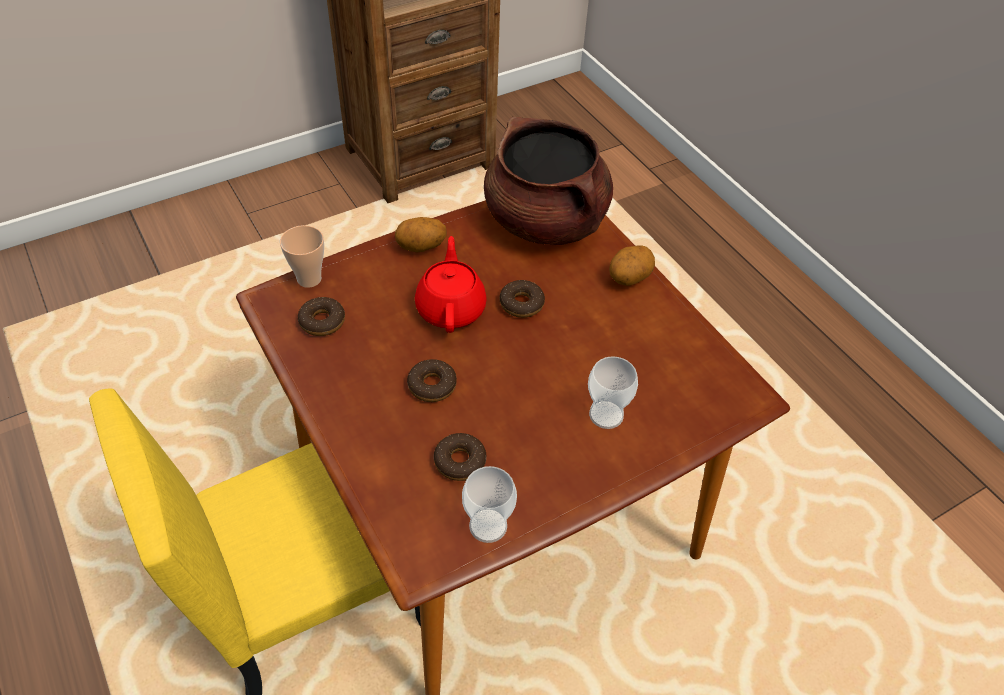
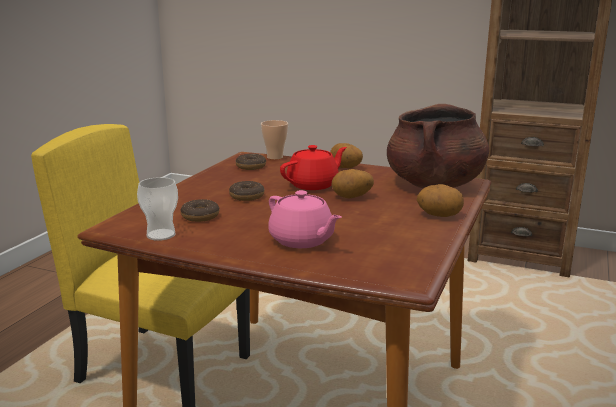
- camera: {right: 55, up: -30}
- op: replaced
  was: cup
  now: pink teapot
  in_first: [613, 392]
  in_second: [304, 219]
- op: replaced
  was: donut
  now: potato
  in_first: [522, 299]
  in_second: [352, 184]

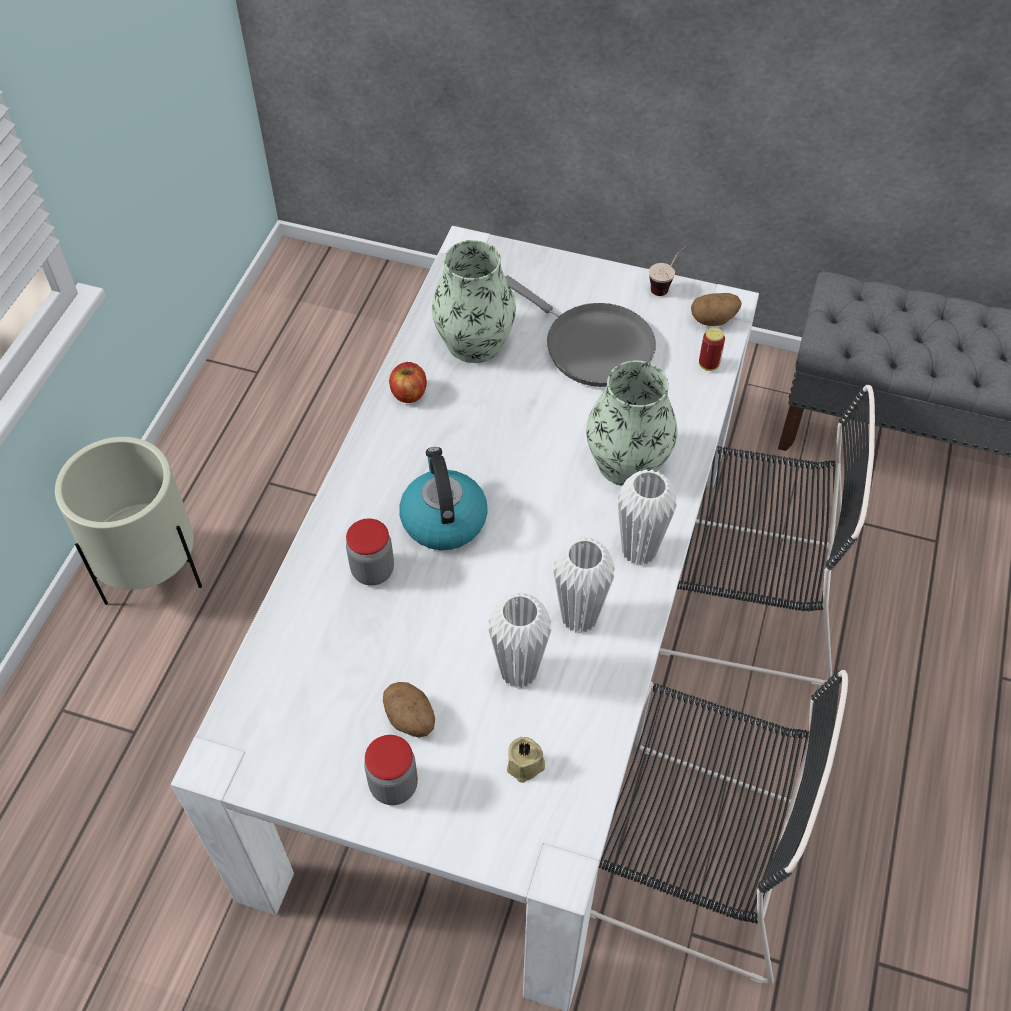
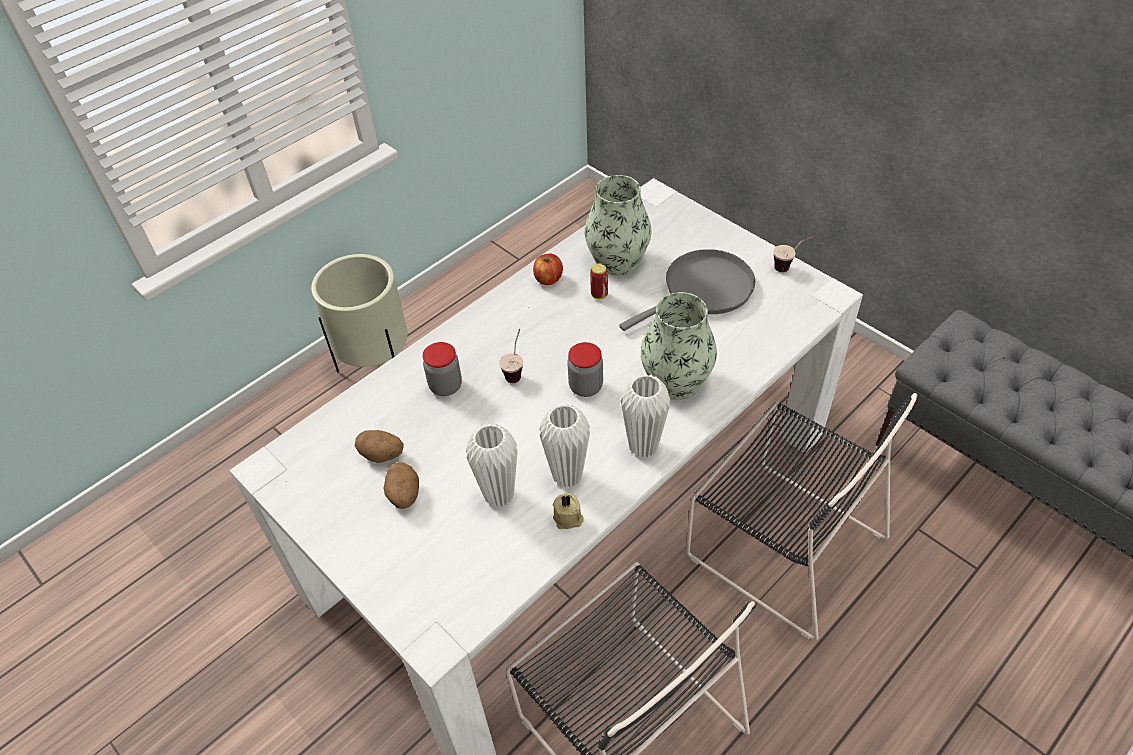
- camera: {right: 30, up: -5}
- op: moved
  was: potato
  in_first: [716, 309]
  in_second: [379, 446]
- op: replaced
  was: kettle
  now: cup
  in_first: [443, 498]
  in_second: [511, 356]
- op: moved
  was: beige candle
  in_first: [526, 760]
  in_second: [568, 511]
- op: moved
  was: jar
  in_first: [391, 770]
  in_second: [585, 369]
- op: moved
  was: can
  in_first: [712, 349]
  in_second: [599, 282]
- op: turned
  was: grey frying pan
  in_first: [580, 331]
  in_second: [687, 290]
  clockwise: -105

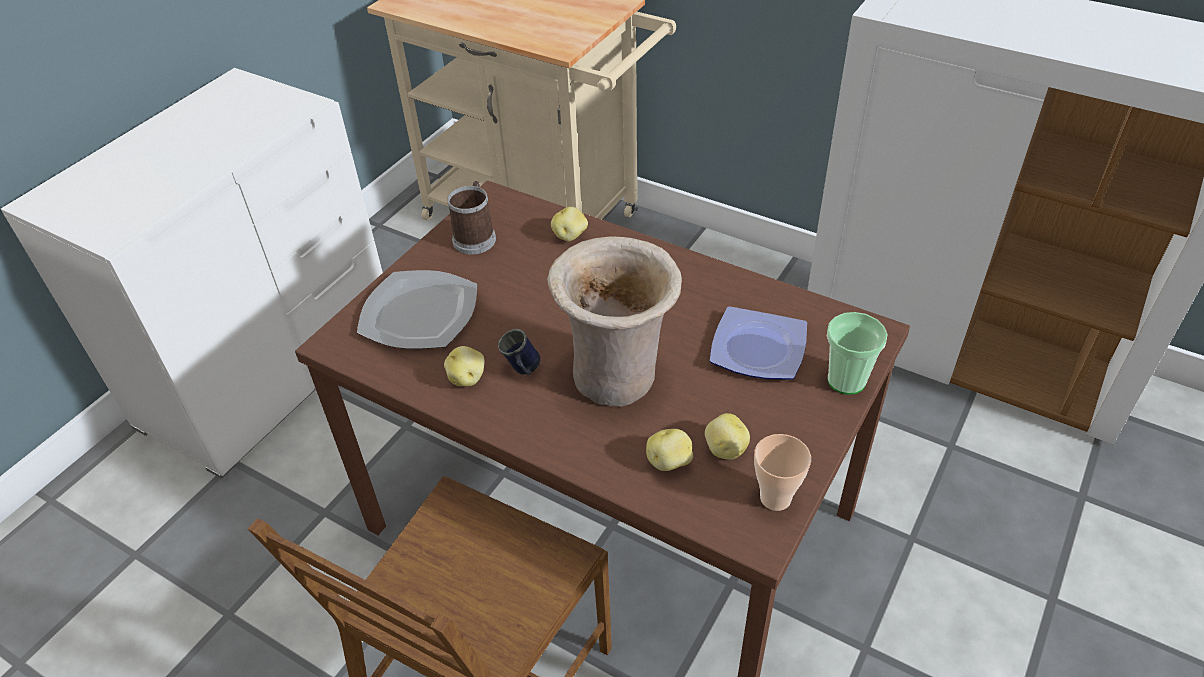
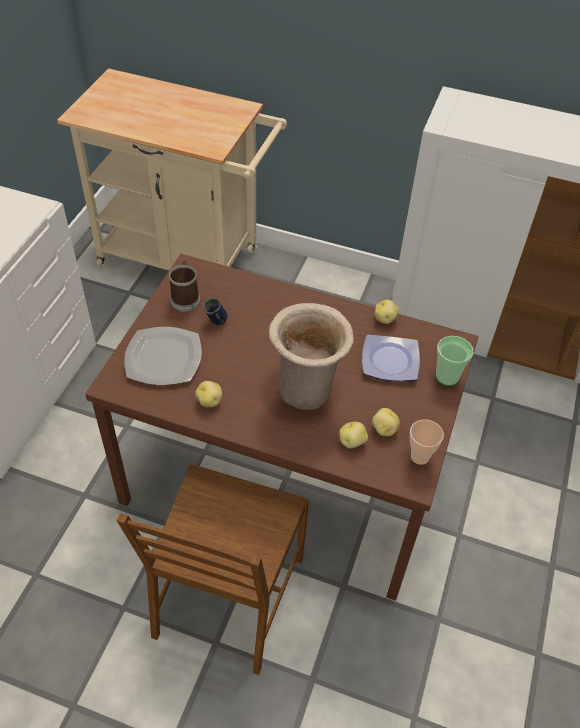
- camera: {right: -15, up: 5}
- op: moved
  was: blue mug
  in_first: [519, 352]
  in_second: [215, 311]
- op: moved
  was: potato
  in_first: [569, 224]
  in_second: [387, 312]

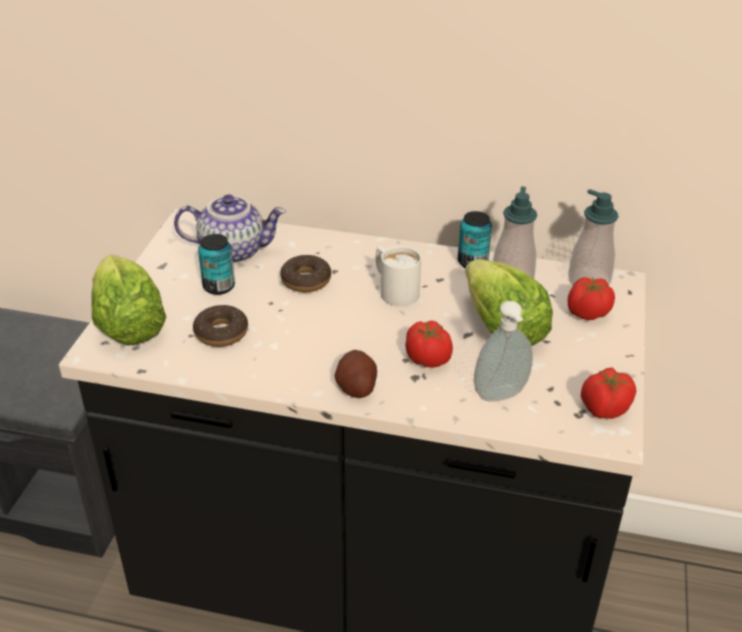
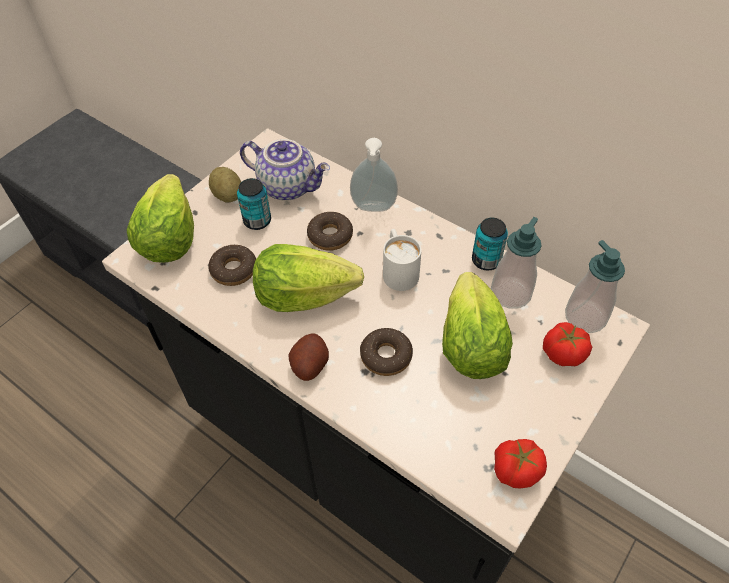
- camera: {right: 25, up: 15}
- op: added
  now: potato
  in_second: [225, 184]
- op: added
  now: lettuce
  in_second: [308, 278]
- op: moved
  was: soap dispenser
  in_first: [503, 351]
  in_second: [374, 175]
- op: replaced
  was: tomato
  now: donut
  in_first: [429, 344]
  in_second: [386, 352]

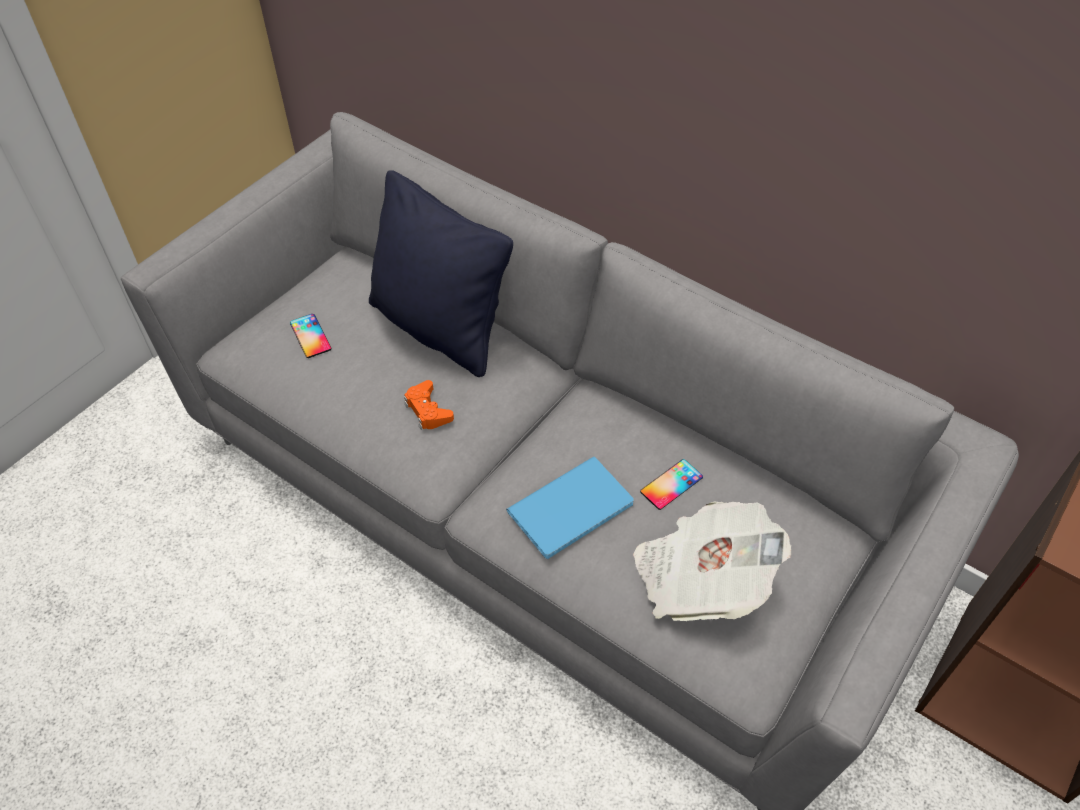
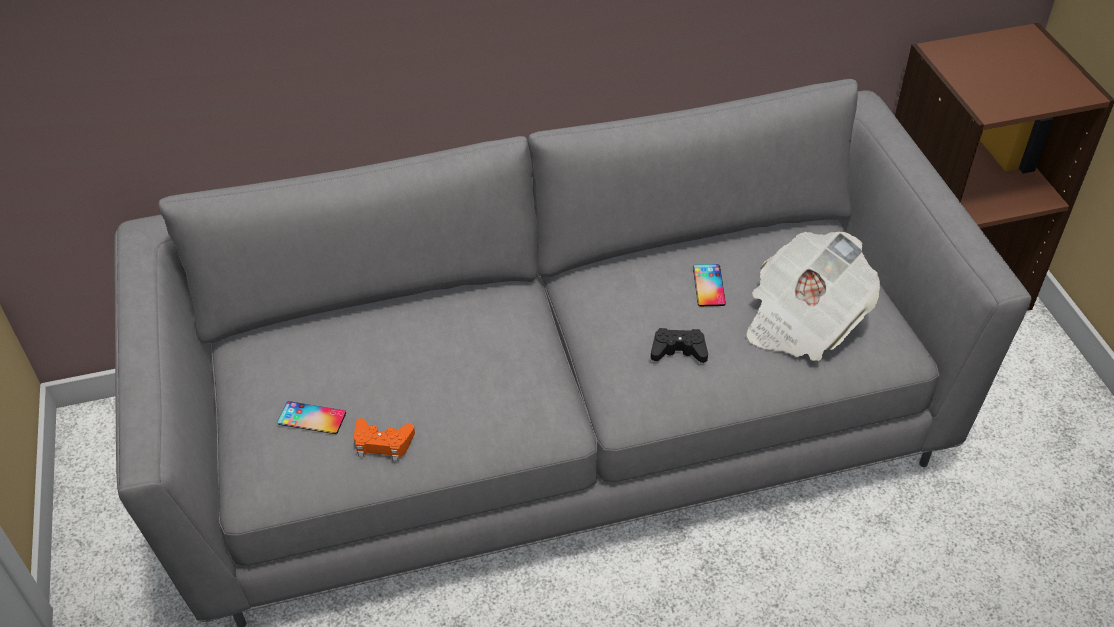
- camera: {right: -50, up: -5}
- op: moved
  was: orange game controller
  in_first: [429, 405]
  in_second: [384, 439]
- op: replaced
  was: blue book
  now: black game controller
  in_first: [570, 508]
  in_second: [679, 345]
- op: removed
  was: black pillow
  in_first: [441, 273]

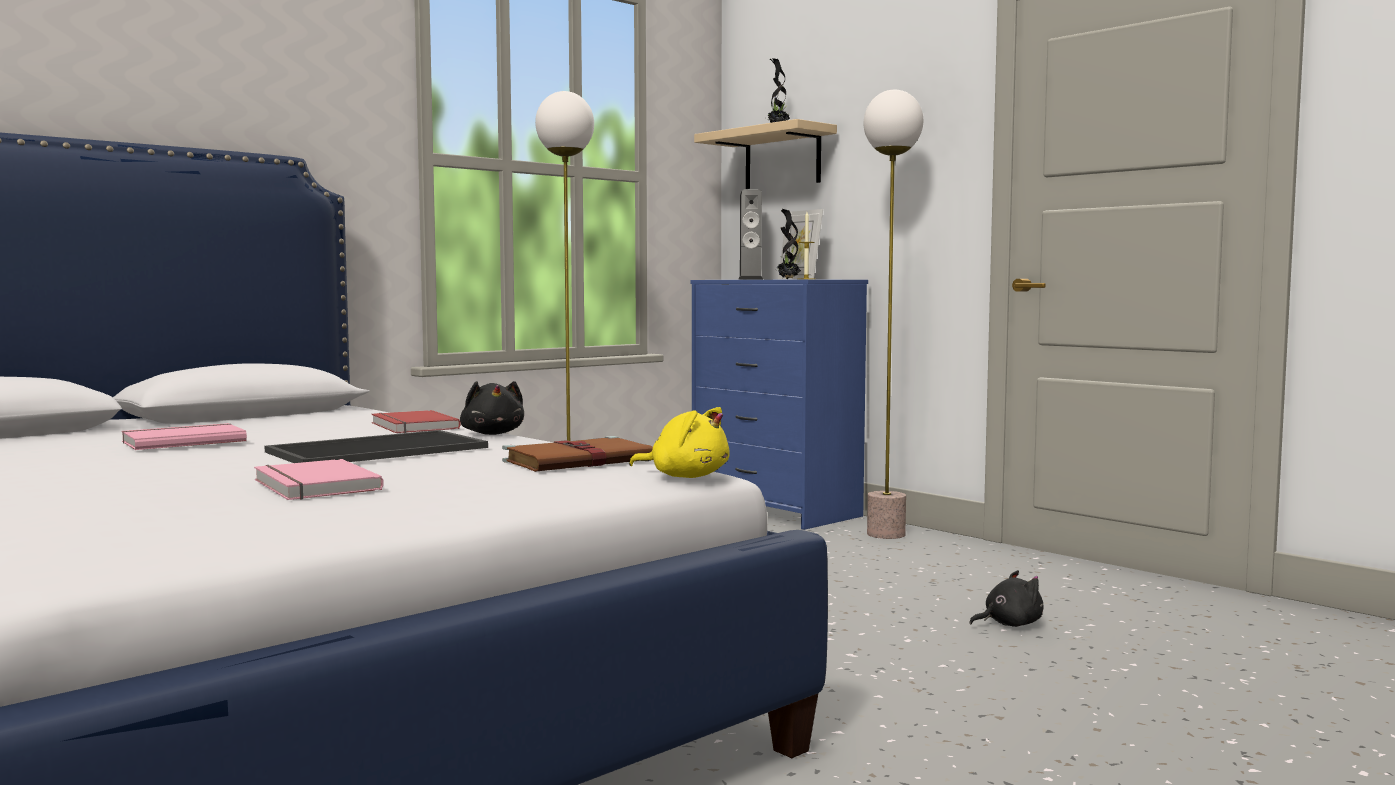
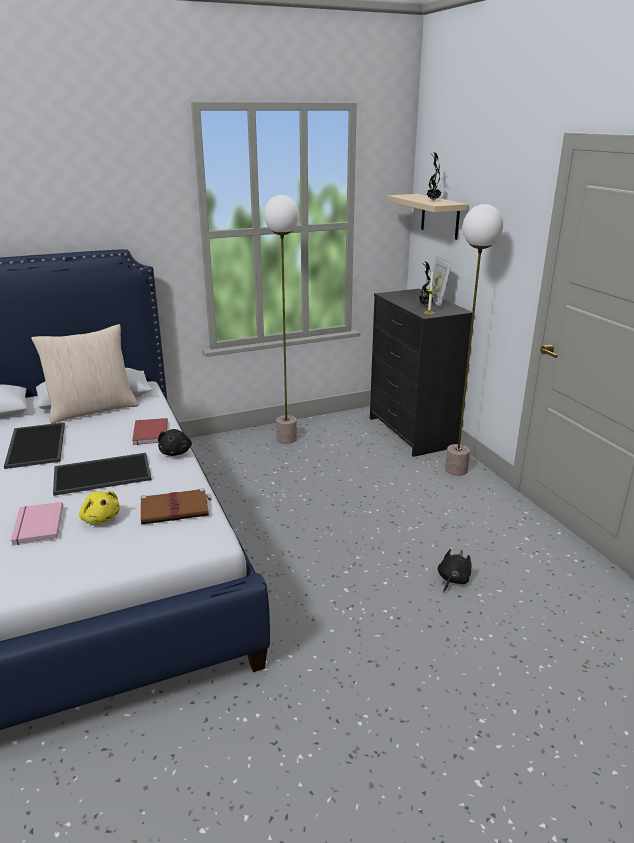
- camera: {right: 20, up: 20}
- op: replaced
  was: pink book
  now: tray
  in_first: [184, 436]
  in_second: [34, 445]
- op: added
  now: beige pillow
  in_second: [85, 374]
- op: moved
  was: yellow plush toy
  in_first: [679, 442]
  in_second: [99, 507]
- op: recoloured
  was: blue dresser
  now: black dresser
  in_first: [779, 404]
  in_second: [421, 373]
- op: turned
  was: black plush toy
  in_first: [1006, 598]
  in_second: [454, 571]
  clockwise: -60
- op: removed
  was: speaker
  in_first: [750, 234]

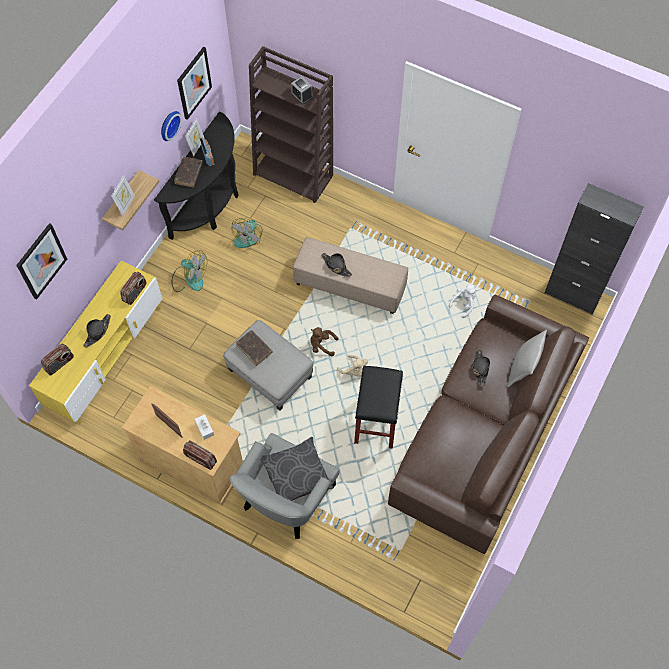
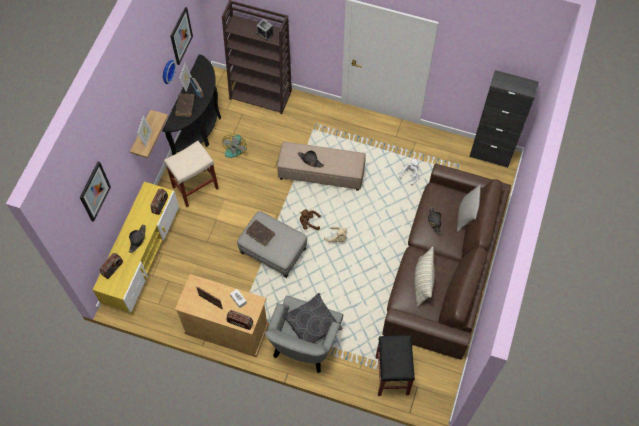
- camera: {right: -10, up: 0}
- op: replaced
  was: fan
  now: beige stool
  in_first: [189, 271]
  in_second: [191, 174]
- op: moved
  was: black stool
  in_first: [378, 407]
  in_second: [395, 365]
- op: added
  now: pillow
  in_second: [424, 277]

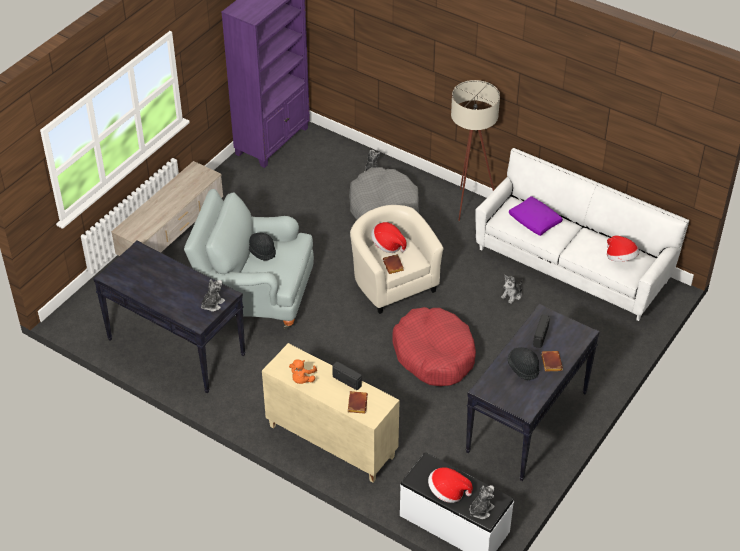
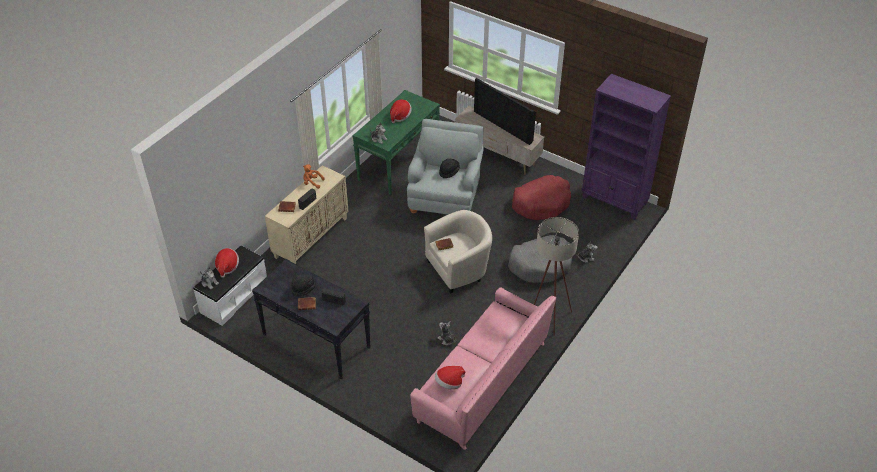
- camera: {right: 90, up: 0}
- op: recoloured
  was: black console table
  now: green console table
  in_first: [170, 317]
  in_second: [396, 142]
- op: moved
  was: hat
  in_first: [389, 237]
  in_second: [401, 111]
- op: recoloured
  was: white sofa
  now: pink sofa
  in_first: [582, 234]
  in_second: [483, 368]
- op: added
  now: television
  in_second: [505, 111]
- op: moved
  was: red dog bed
  in_first: [434, 346]
  in_second: [541, 197]
- op: removed
  was: purple pillow
  in_first: [536, 216]

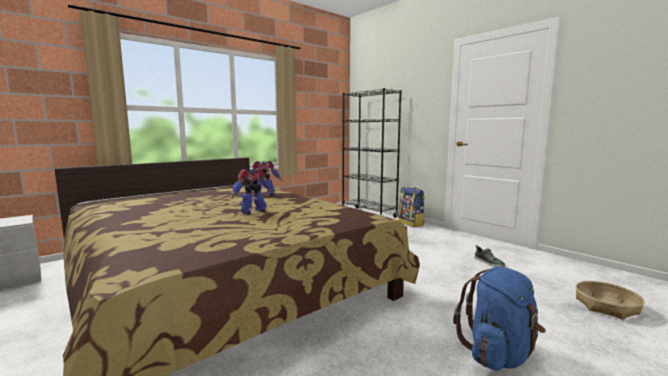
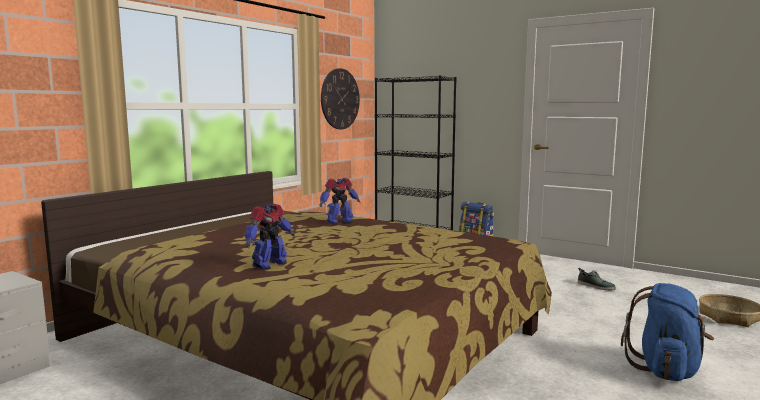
- camera: {right: -15, up: 0}
- op: moved
  was: toy robot
  in_first: [253, 191]
  in_second: [270, 237]
- op: added
  now: wall clock
  in_second: [340, 98]

